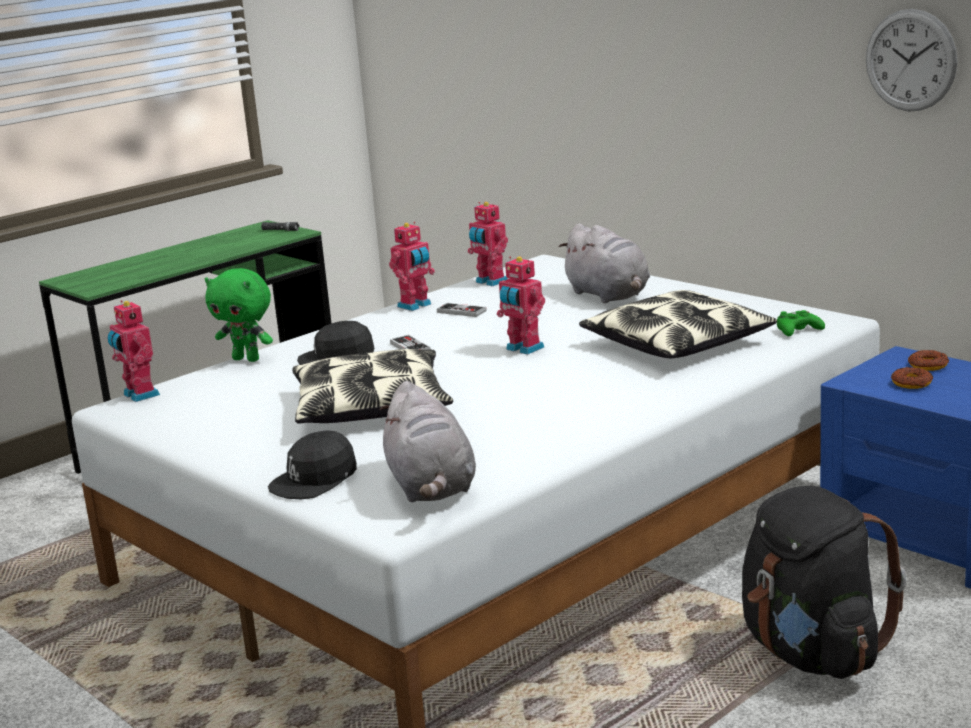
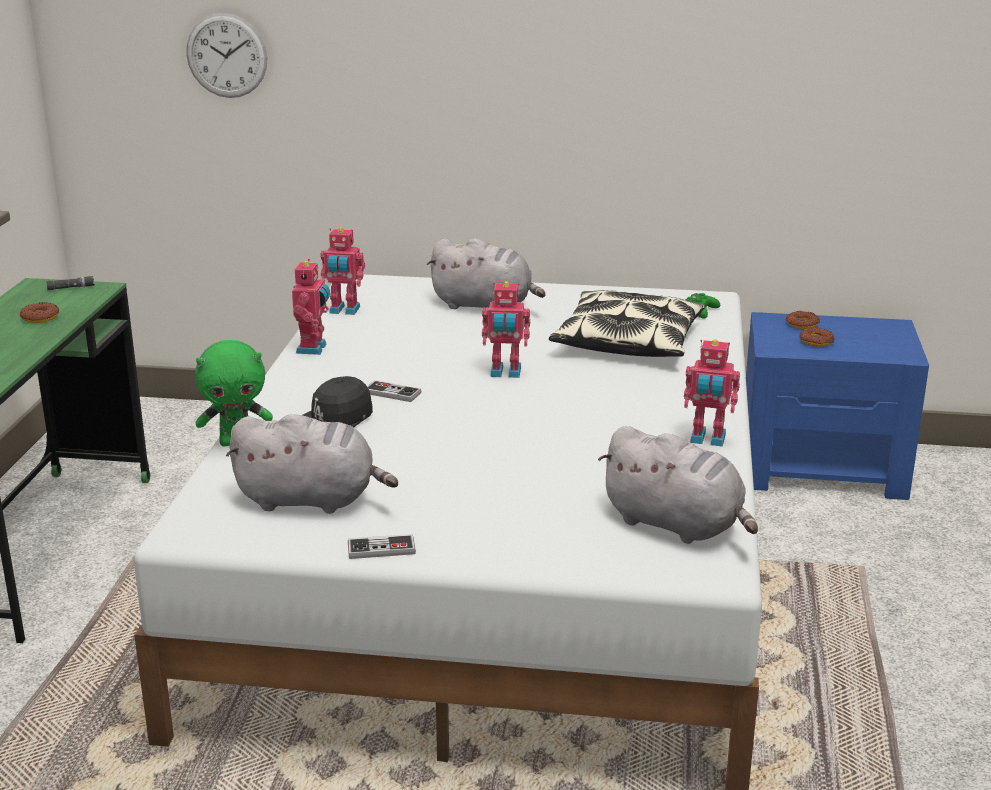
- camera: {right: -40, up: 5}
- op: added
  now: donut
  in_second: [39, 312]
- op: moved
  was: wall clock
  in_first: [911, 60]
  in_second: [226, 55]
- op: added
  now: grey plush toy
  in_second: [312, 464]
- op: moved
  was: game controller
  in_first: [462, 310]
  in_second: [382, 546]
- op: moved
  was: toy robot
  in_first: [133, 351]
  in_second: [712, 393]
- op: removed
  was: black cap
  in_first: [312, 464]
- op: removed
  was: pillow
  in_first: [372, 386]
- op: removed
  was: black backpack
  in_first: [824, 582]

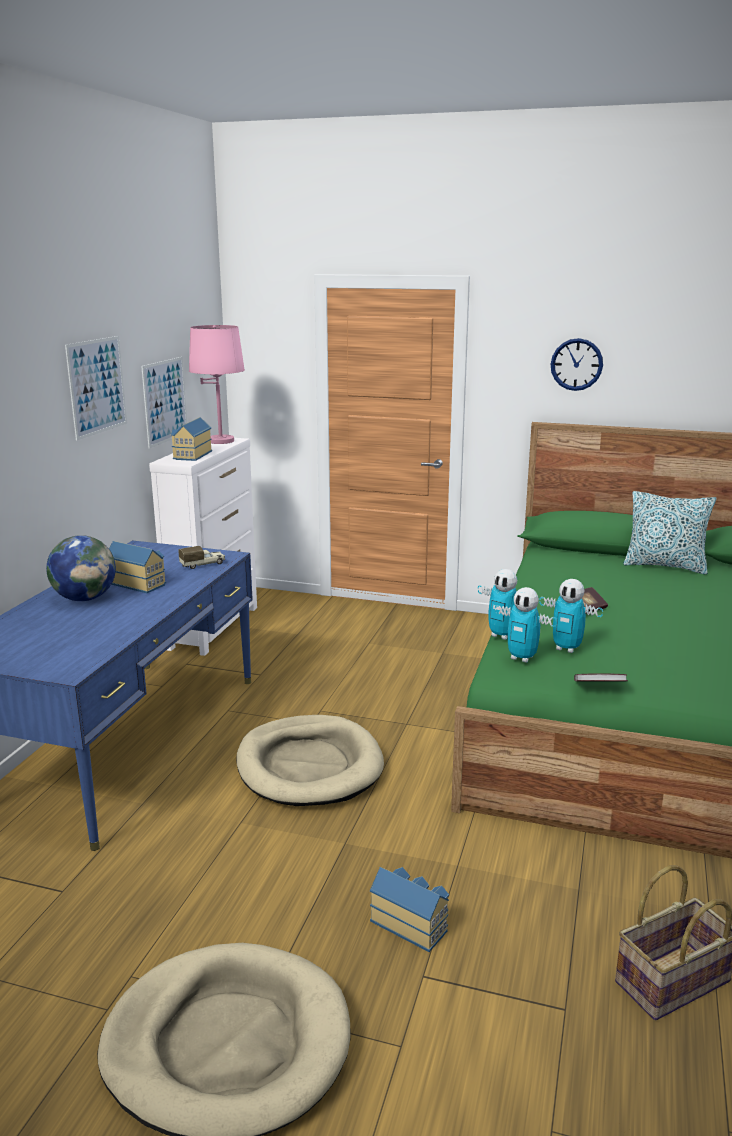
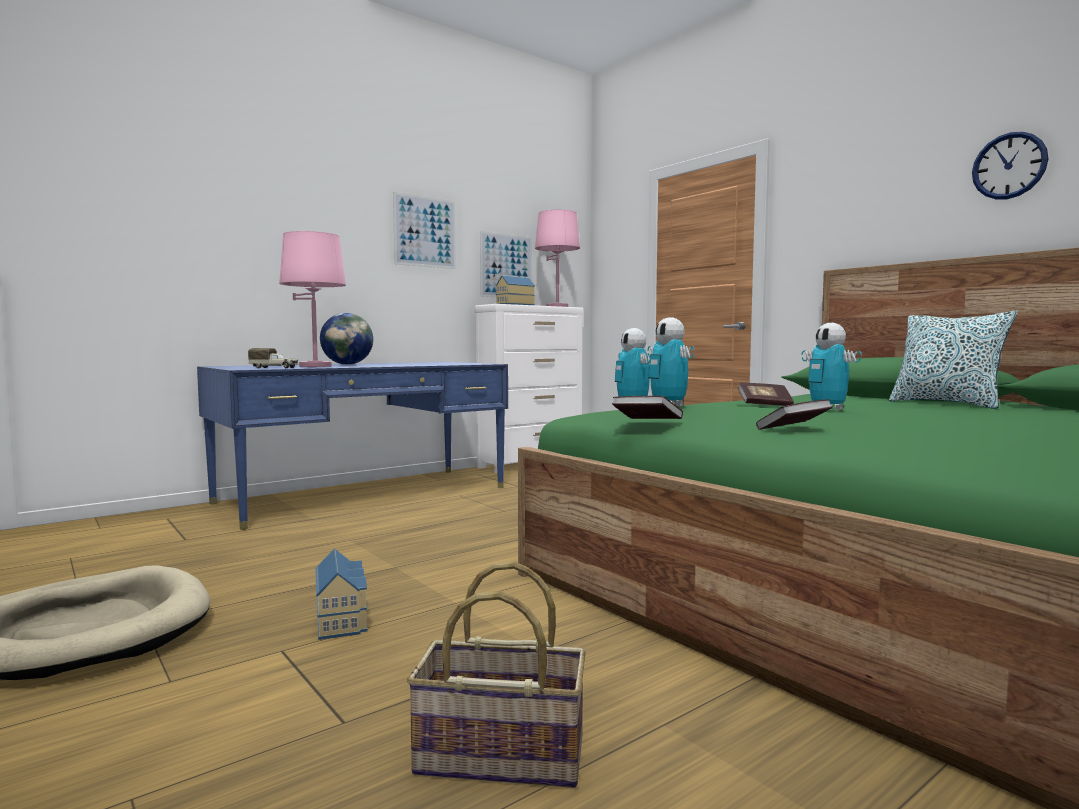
- camera: {right: 35, up: -15}
- op: moved
  was: toy truck
  in_first: [201, 557]
  in_second: [273, 358]
- op: added
  now: pink table lamp
  in_second: [312, 299]
- op: added
  now: book
  in_second: [794, 414]
- op: moved
  was: toy robot
  in_first: [526, 625]
  in_second: [832, 367]
- op: moved
  was: wall clock
  in_first: [577, 364]
  in_second: [1010, 165]
- op: removed
  was: toy house
  in_first: [137, 567]
- op: removed
  was: beige dog bed
  in_first: [310, 760]

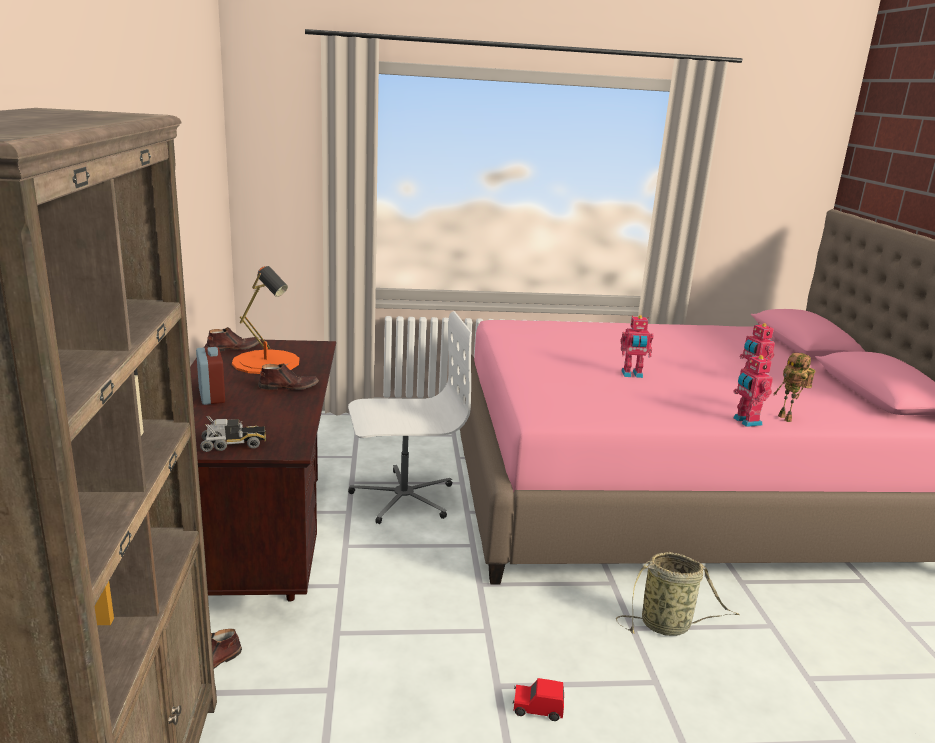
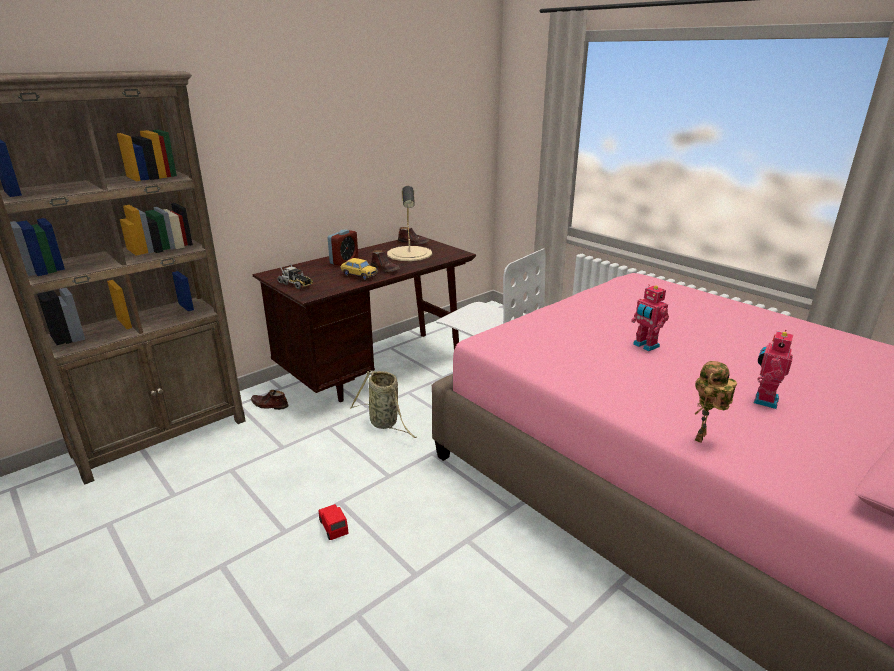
- camera: {right: 55, up: 5}
- op: added
  now: toy car
  in_second: [359, 269]
- op: moved
  was: basket
  in_first: [678, 594]
  in_second: [383, 404]
- op: recoloured
  was: orange table lamp
  now: beige table lamp
  in_first: [266, 320]
  in_second: [409, 223]
- op: removed
  was: toy robot
  in_first: [753, 390]

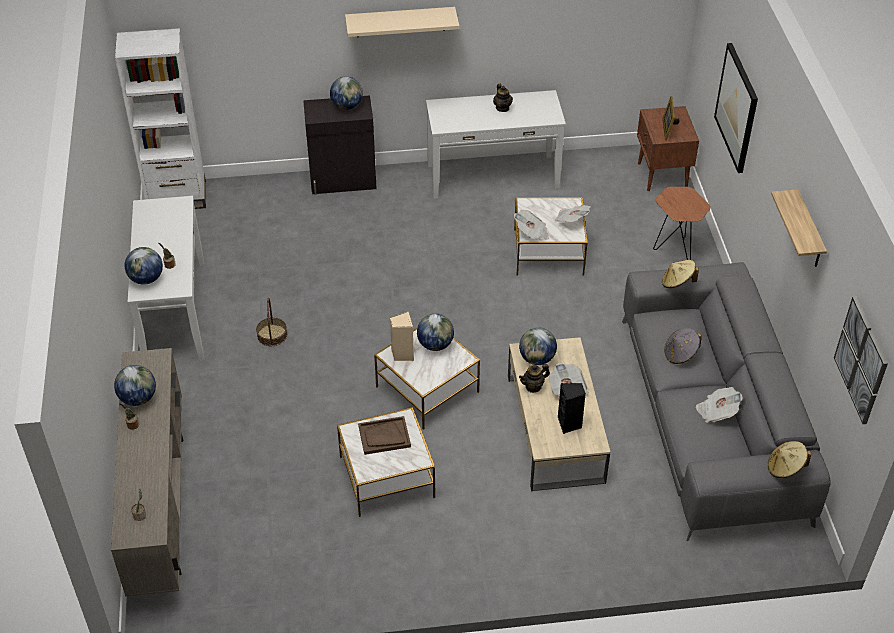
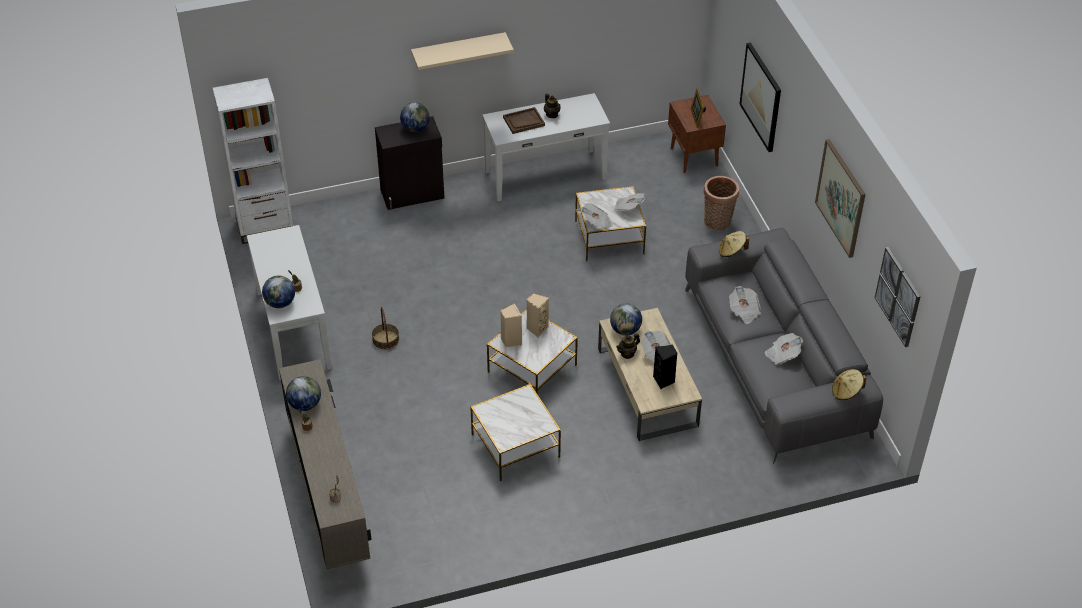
- camera: {right: -10, up: 0}
- op: moved
  was: brown tray
  in_first: [384, 435]
  in_second: [524, 120]
- op: replaced
  was: globe
  now: beige speaker
  in_first: [435, 332]
  in_second: [538, 315]
- op: replaced
  was: brown side table
  now: basket
  in_first: [681, 223]
  in_second: [721, 203]
- op: replaced
  was: grey hat
  now: newspaper
  in_first: [683, 346]
  in_second: [745, 305]
- op: replaced
  was: shelf
  now: picture
  in_first: [799, 228]
  in_second: [840, 198]

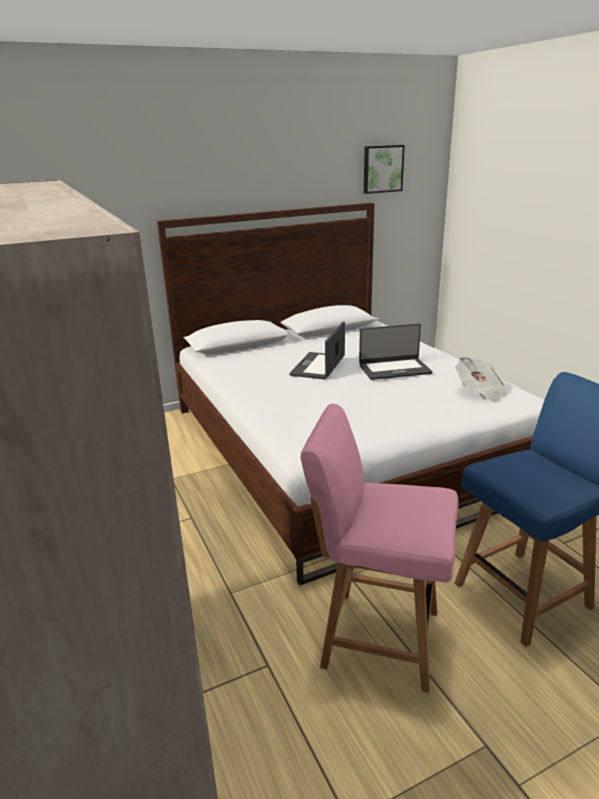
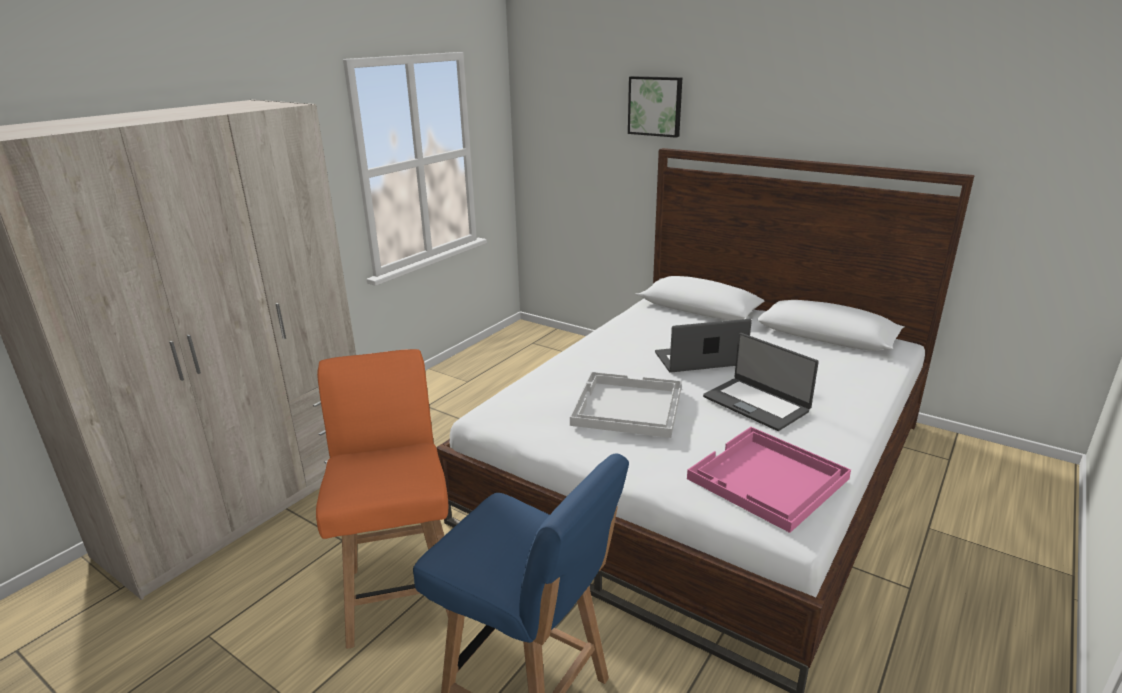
- camera: {right: 60, up: 0}
- op: recoloured
  was: pink chair
  now: orange chair
  in_first: [379, 548]
  in_second: [382, 499]
- op: added
  now: white tray
  in_second: [626, 405]
- op: moved
  was: picture
  in_first: [384, 169]
  in_second: [655, 107]
- op: replaced
  was: newspaper
  now: pink tray
  in_first: [481, 379]
  in_second: [769, 480]

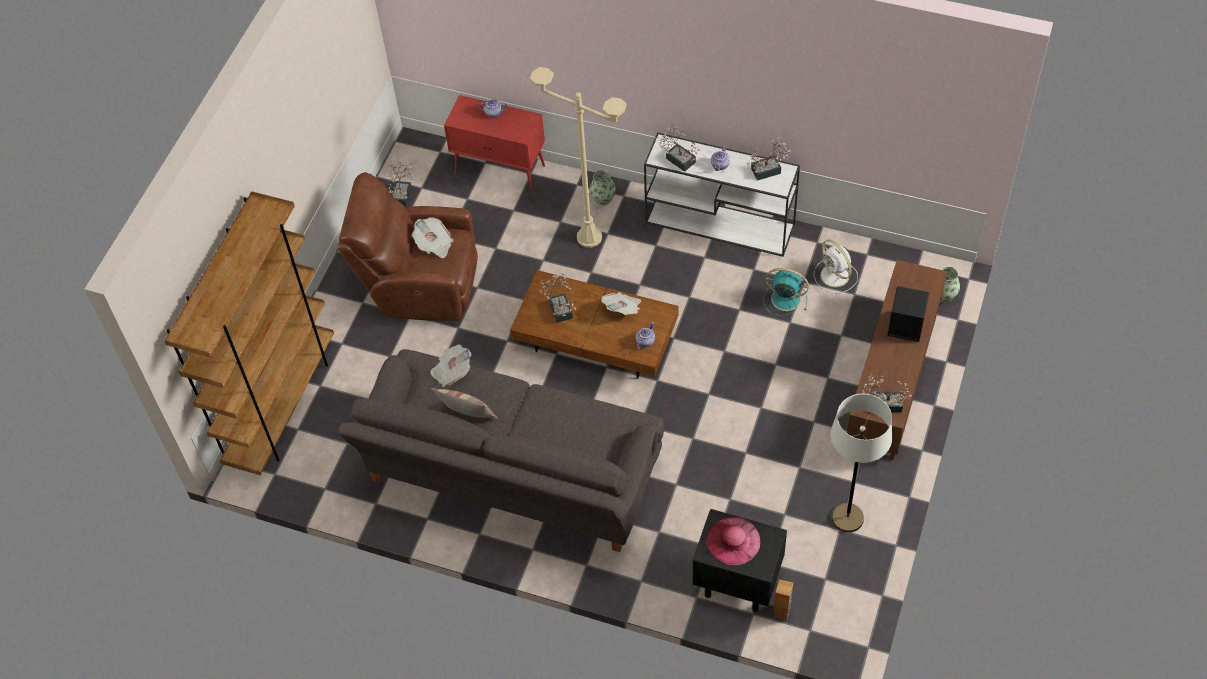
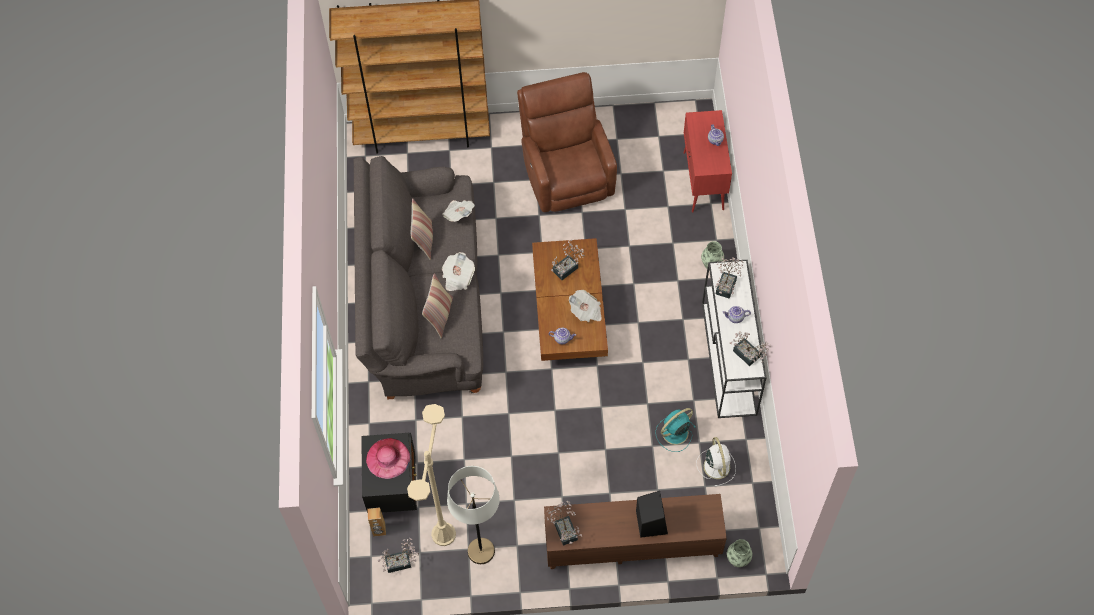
- camera: {right: 65, up: 5}
- op: moved
  was: potted plant
  in_first: [399, 184]
  in_second: [398, 555]
- op: moved
  was: beige floor lamp
  in_first: [578, 157]
  in_second: [431, 475]
- op: added
  now: pillow
  in_second: [437, 305]
- op: moved
  was: newspaper
  in_first: [432, 237]
  in_second: [458, 271]
- op: turned
  was: turquoise fan
  in_first: [786, 292]
  in_second: [675, 430]
  clockwise: -120
- op: turned
  was: white fan
  in_first: [836, 267]
  in_second: [716, 462]
  clockwise: 135

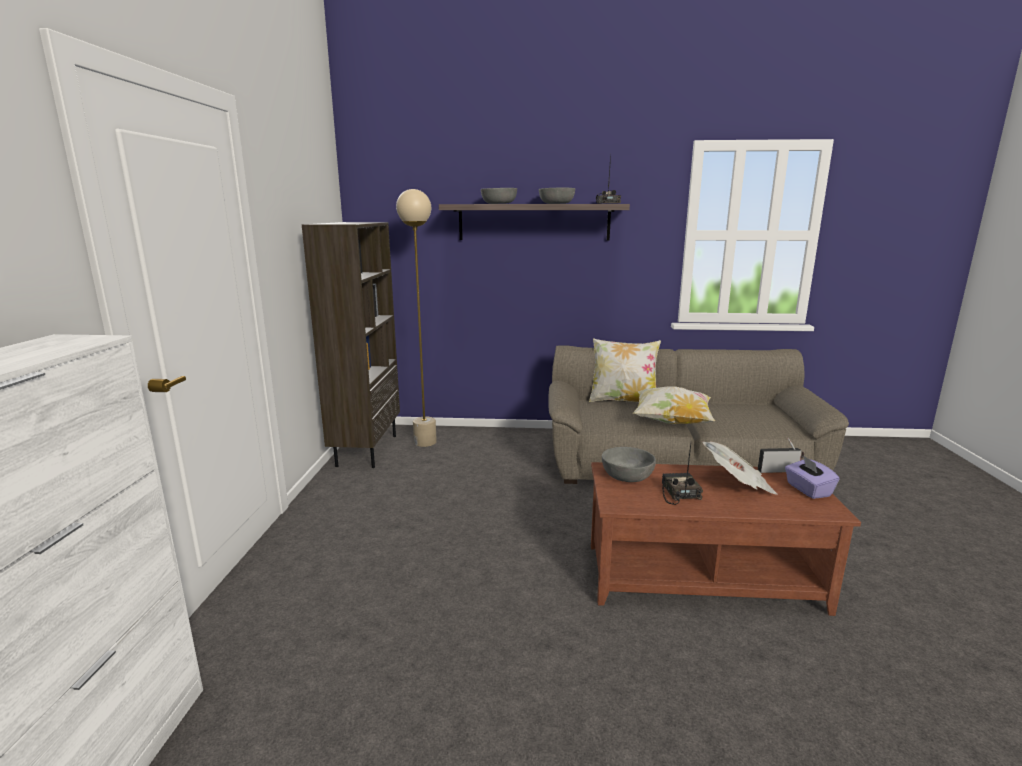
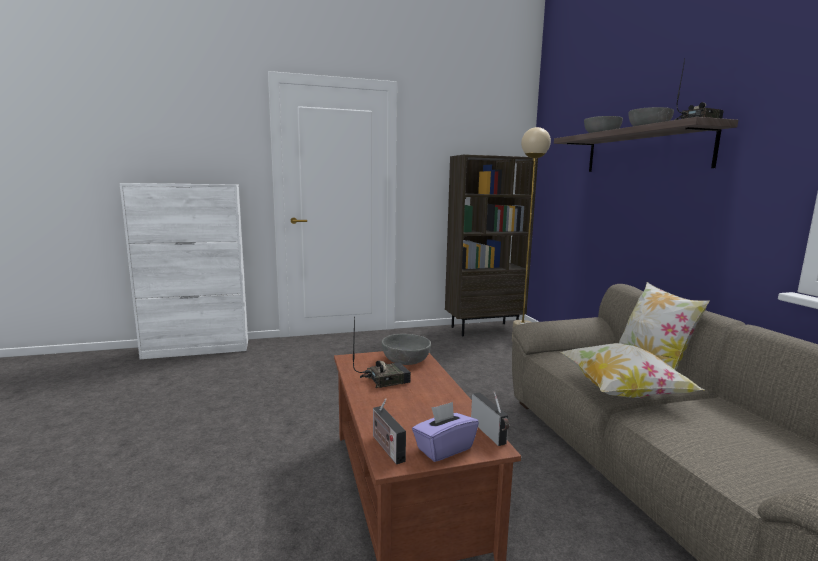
- camera: {right: 70, up: -5}
- op: added
  now: radio
  in_second: [389, 431]
- op: removed
  was: newspaper
  in_first: [739, 468]

